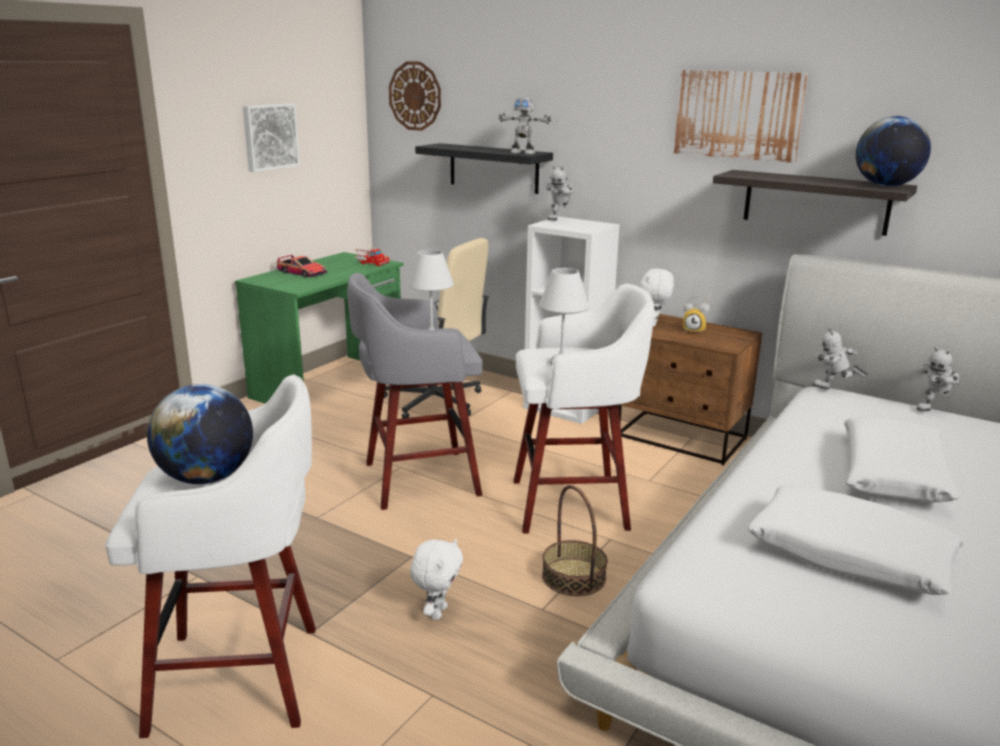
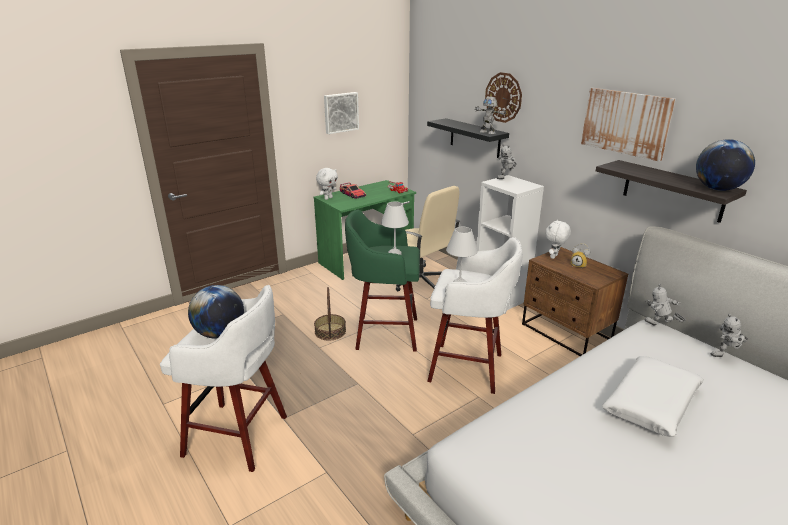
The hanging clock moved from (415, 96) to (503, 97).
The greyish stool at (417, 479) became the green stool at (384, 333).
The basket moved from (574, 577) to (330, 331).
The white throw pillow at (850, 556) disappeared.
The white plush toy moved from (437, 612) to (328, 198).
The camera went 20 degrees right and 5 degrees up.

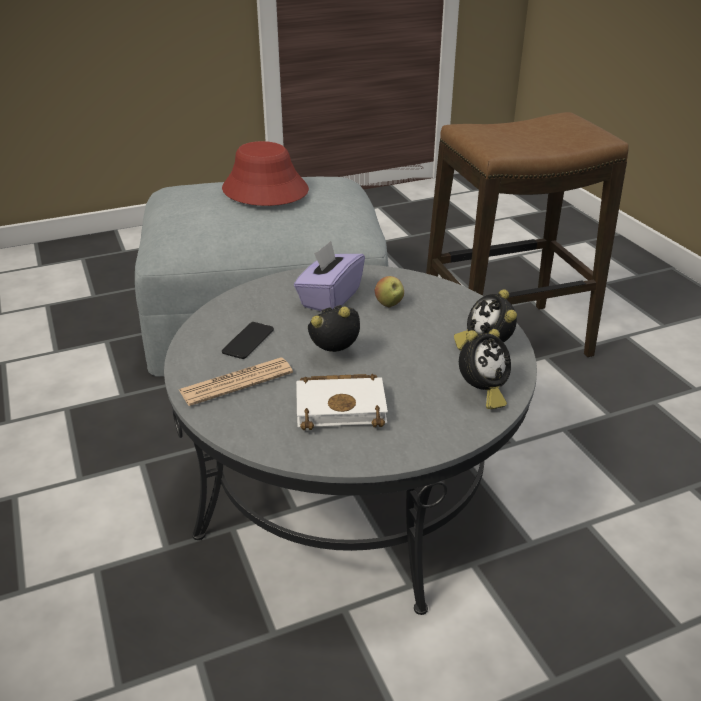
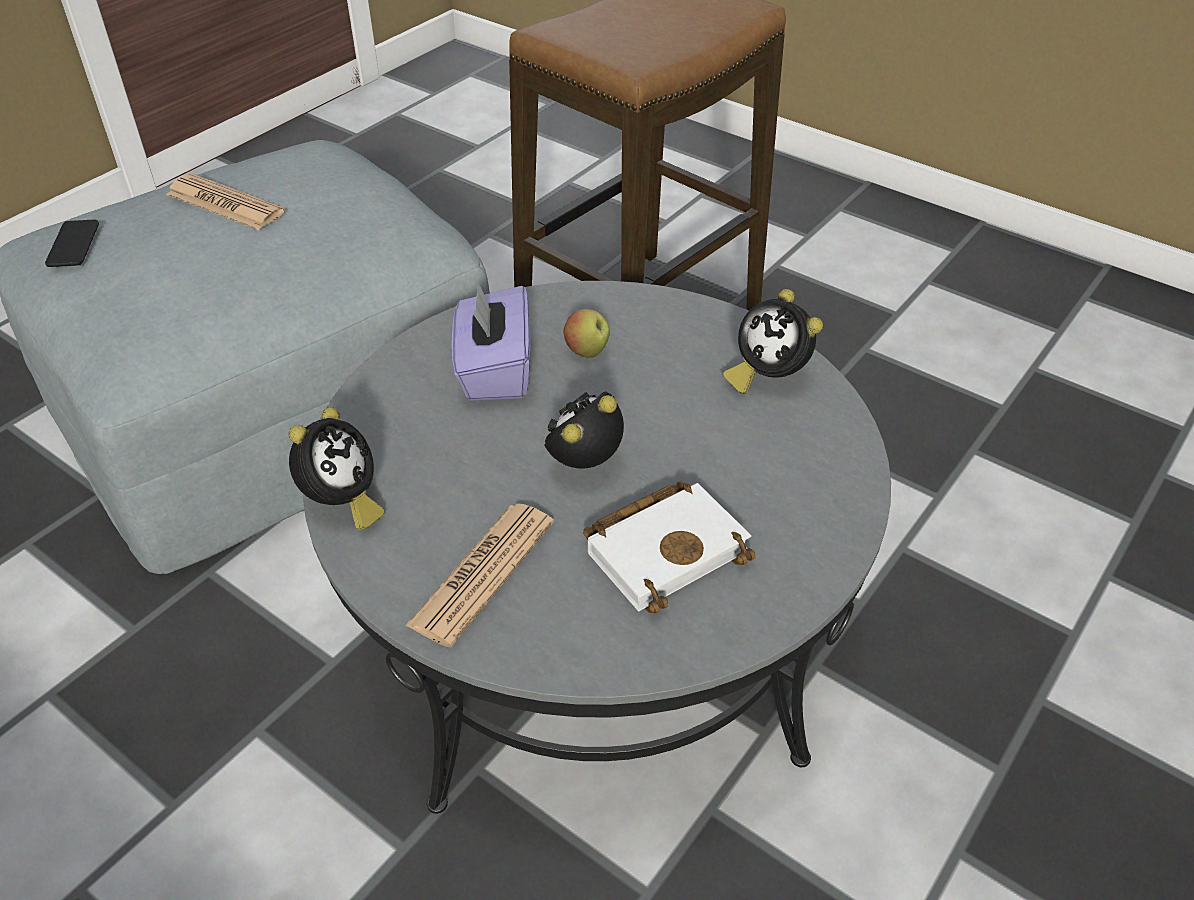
The reddish clothing hat at (264, 190) was replaced by the printed paper at (225, 203).
The phone moved from (248, 341) to (73, 244).
The table clock moved from (481, 393) to (342, 504).
The camera went 30 degrees left and 10 degrees up.

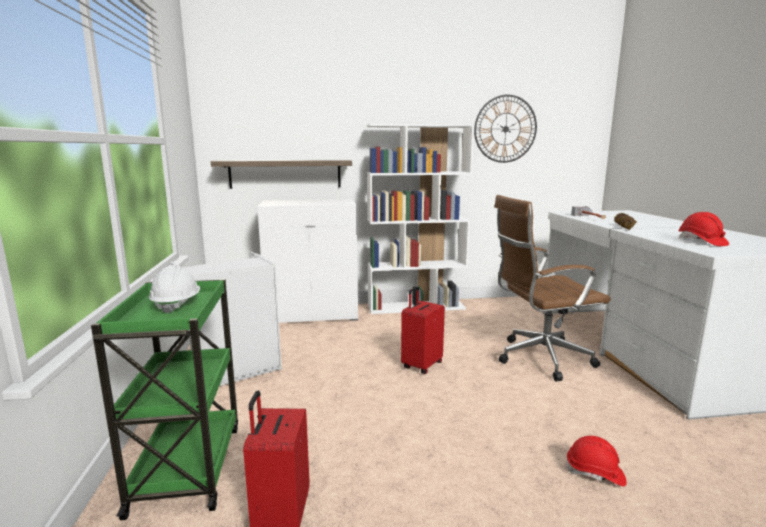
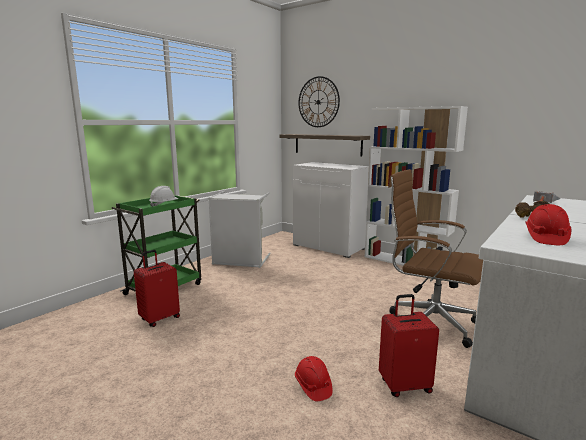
The hanging clock moved from (505, 129) to (318, 102).
The reddish piece of luggage moved from (421, 365) to (404, 385).
The camera went 45 degrees right and 0 degrees up.

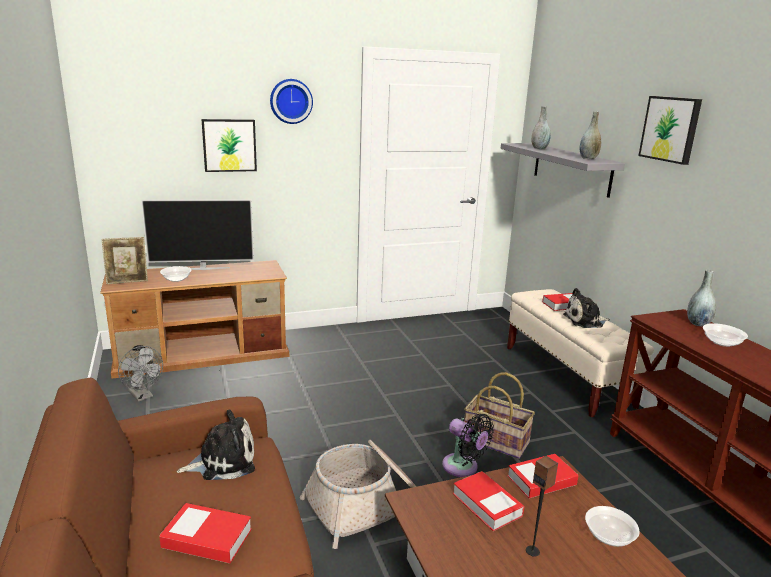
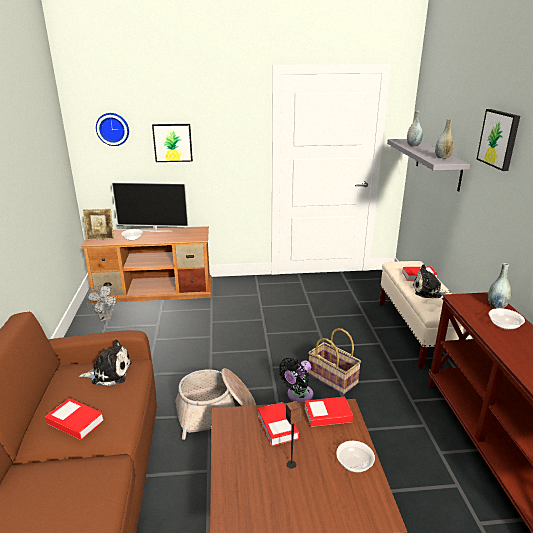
The hanging clock moved from (290, 101) to (113, 129).
The black cooling fan at (463, 467) turned 75 degrees clockwise.
The camera went 15 degrees right and 5 degrees up.

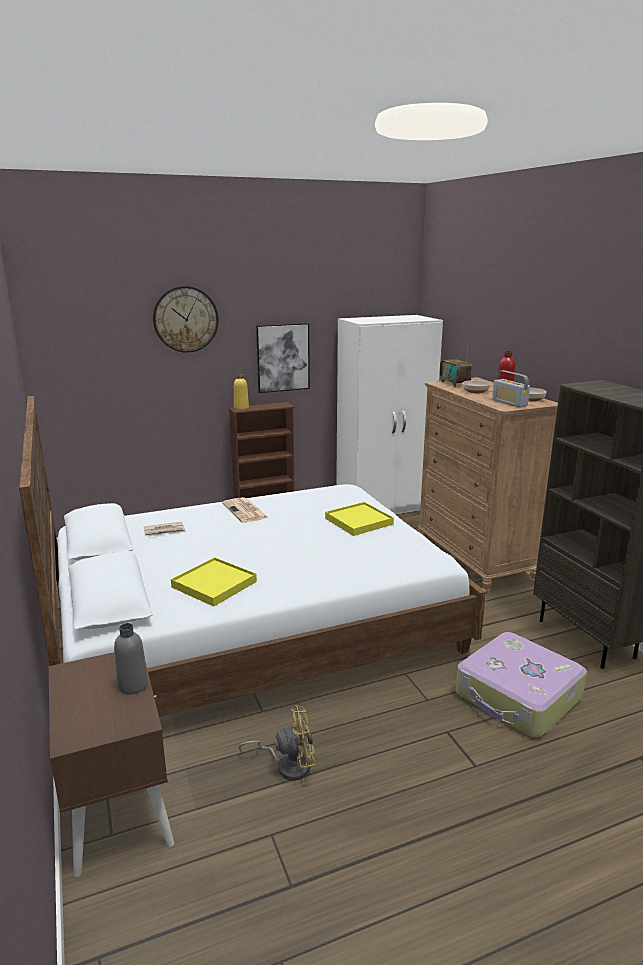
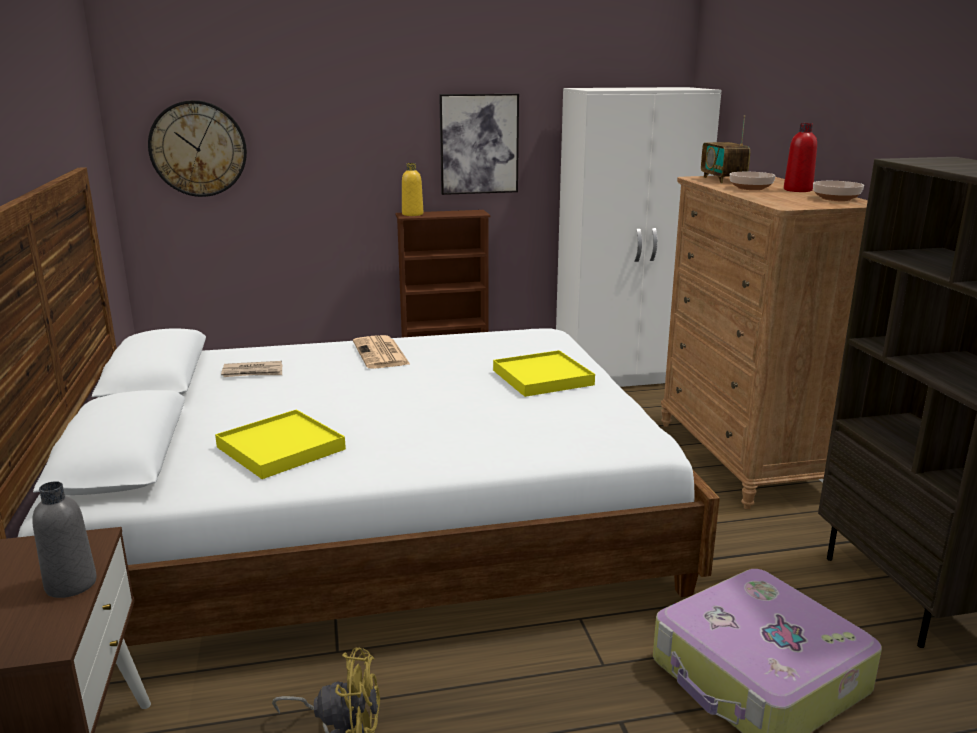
The hanging clock moved from (185, 319) to (198, 149).
The radio set at (509, 403) disappeared.
The camera went 10 degrees right and 0 degrees up.

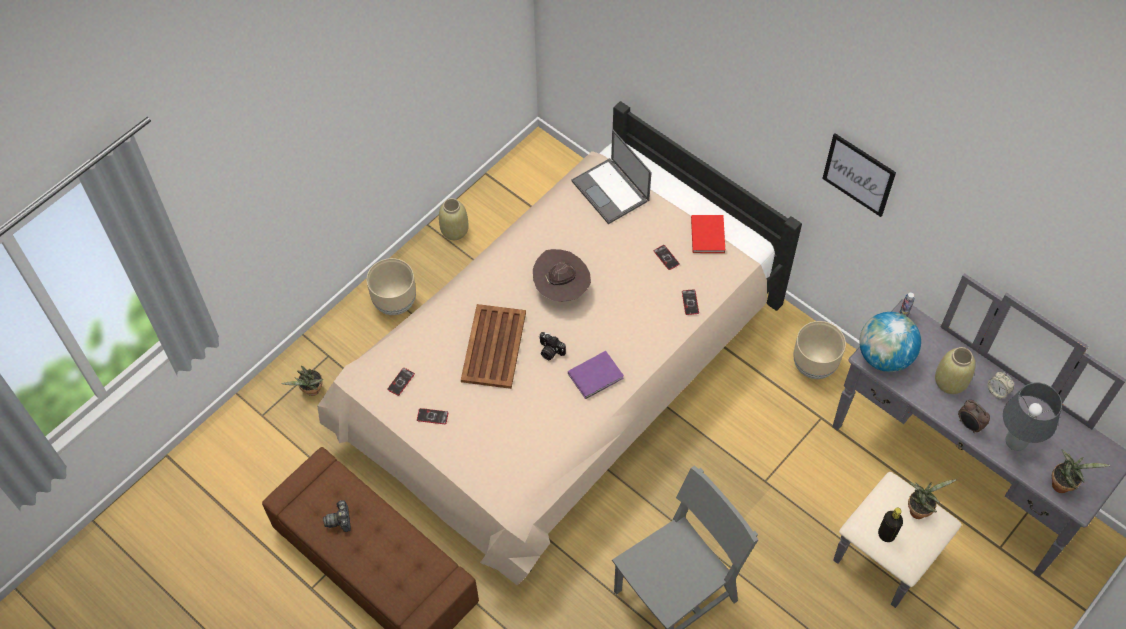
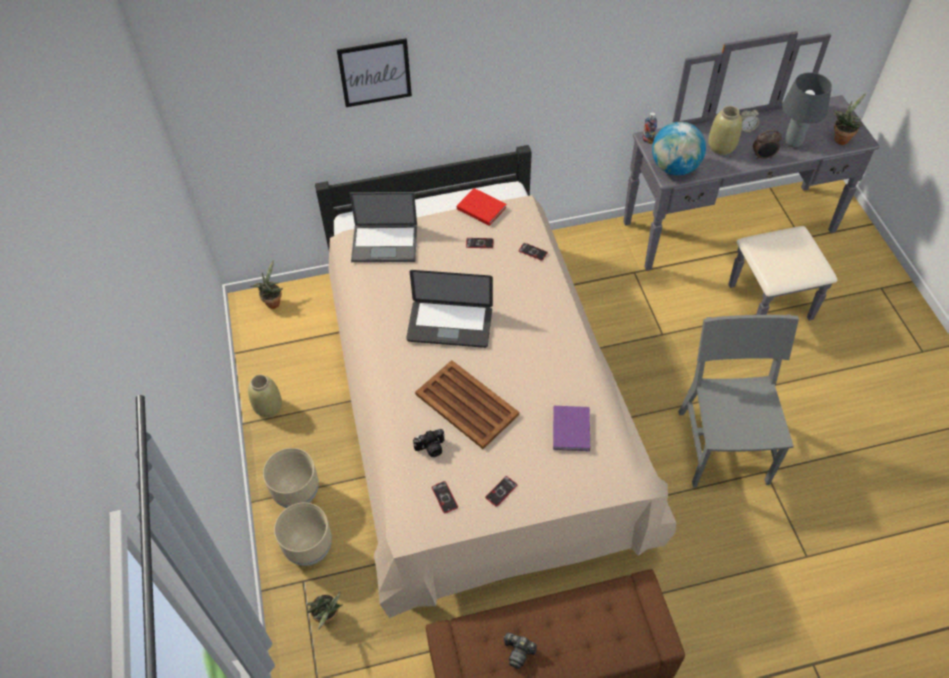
The wall art moved from (858, 174) to (375, 72).
The brown-coloured clothing hat at (562, 288) was replaced by the notebook computer at (449, 325).
The sand-coloured flower pot moved from (813, 365) to (309, 549).
The photo camera moved from (550, 351) to (431, 448).
The purple bound book moved from (597, 376) to (572, 428).
The potted plant moved from (919, 509) to (273, 301).
The black bottle at (886, 534) disappeared.
The camera went 55 degrees left and 5 degrees down.

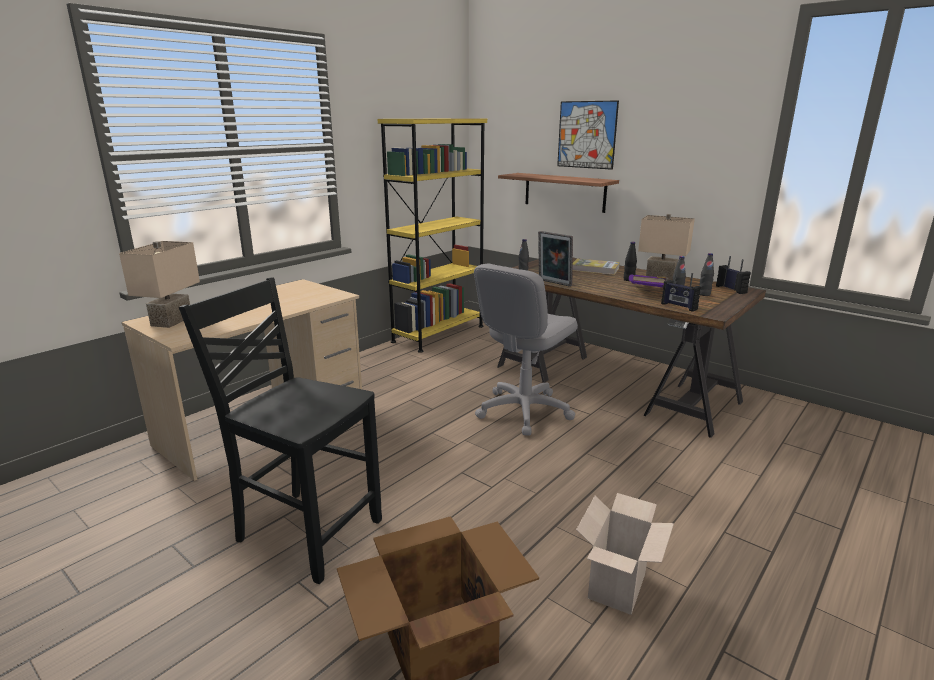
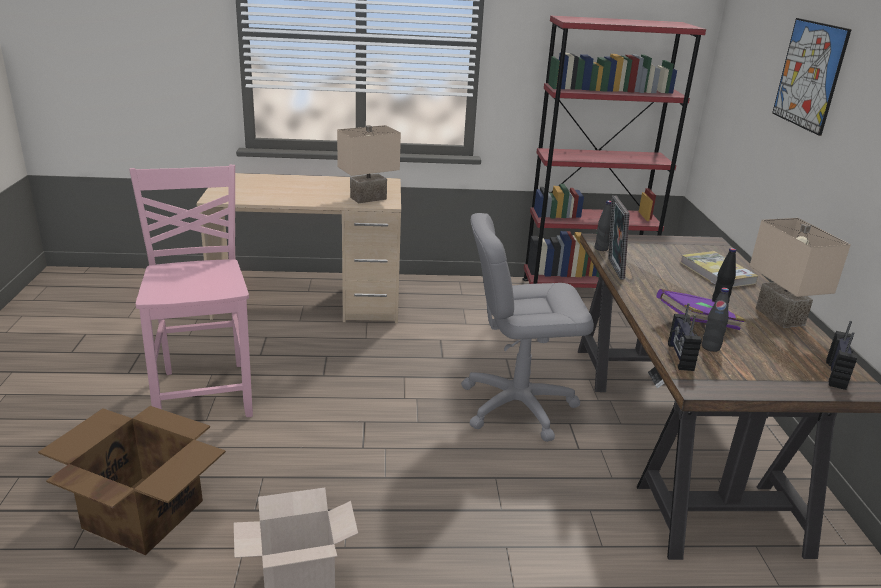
The yellowish bookcase at (438, 334) became the reddish bookcase at (584, 291).
The bracket shelf at (564, 192) disappeared.
The sand-coloured table lamp moved from (173, 321) to (368, 199).
The black bottle at (704, 294) disappeared.
The black plain chair at (306, 531) became the pinkish plain chair at (205, 392).
The camera went 45 degrees right and 5 degrees up.

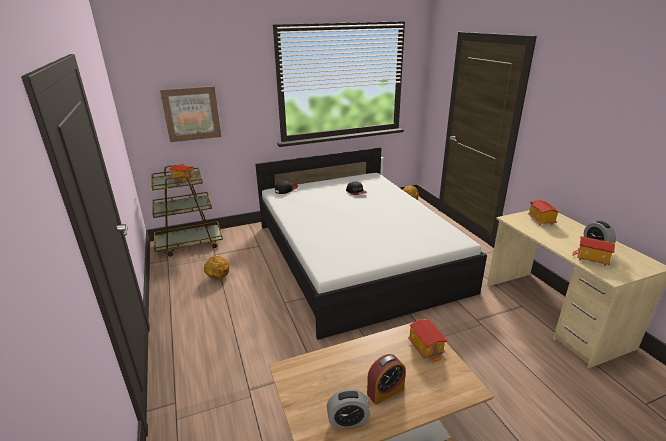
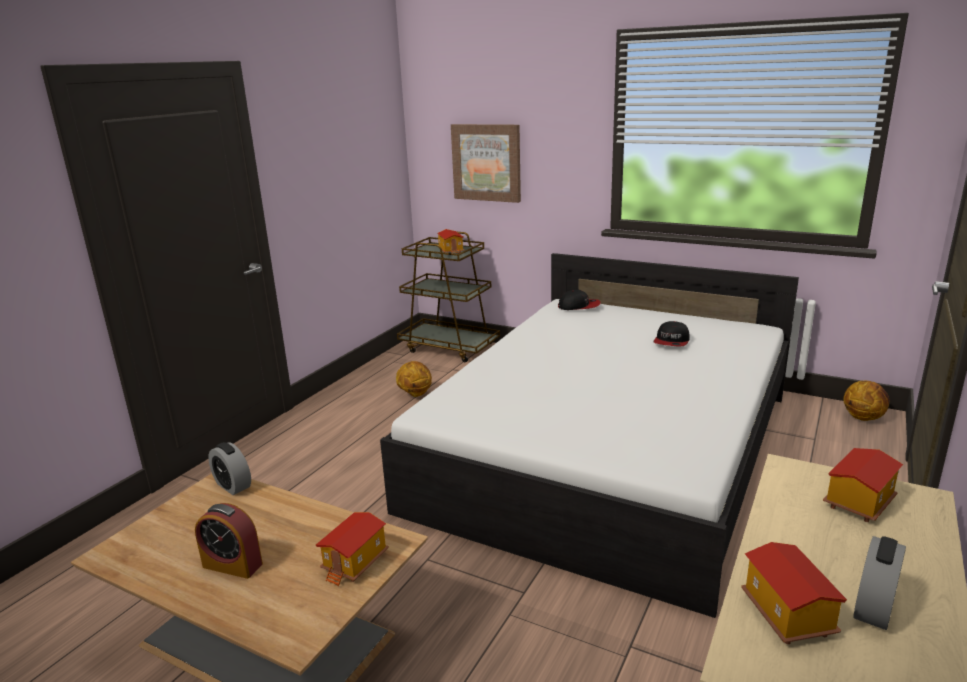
The table clock moved from (348, 420) to (233, 485).
The camera went 50 degrees right and 5 degrees down.

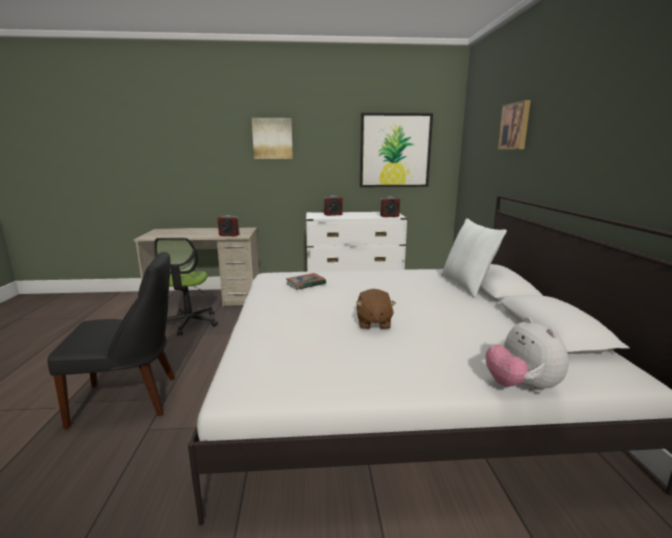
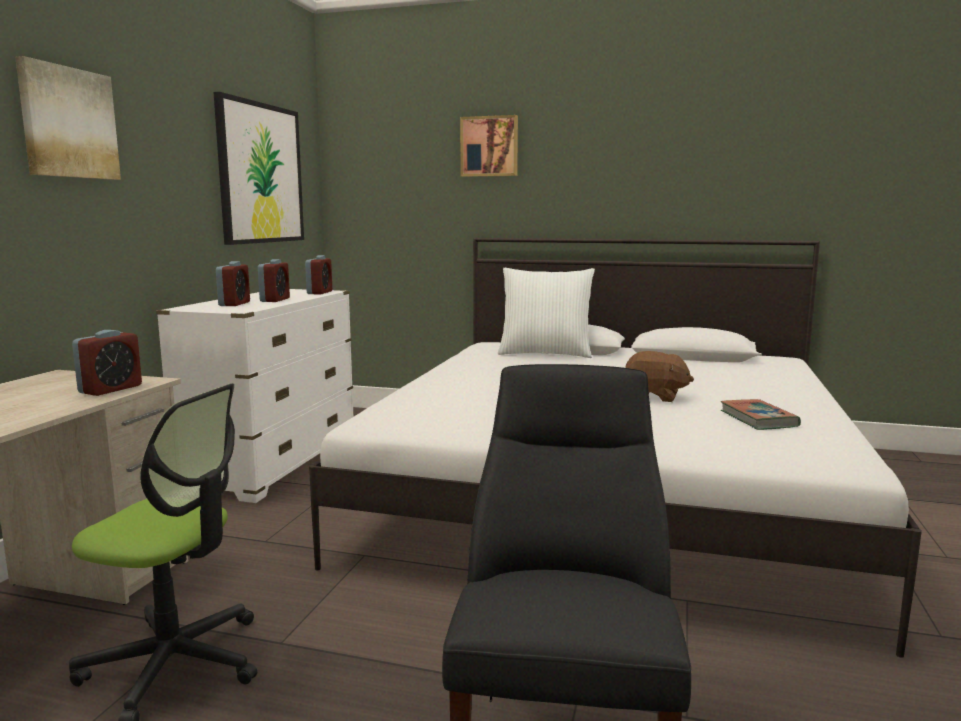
The bound book moved from (306, 284) to (758, 419).
The plush toy at (521, 387) disappeared.
The table clock at (275, 300) appeared.
The camera went 70 degrees left and 5 degrees down.

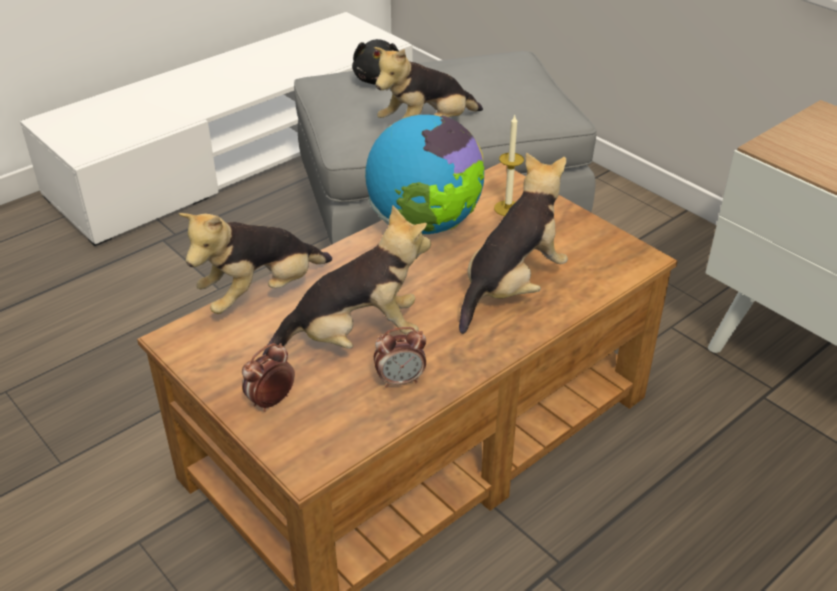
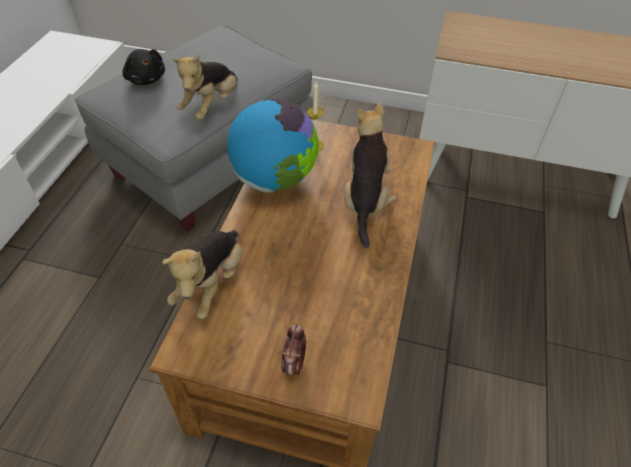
The plush toy at (355, 337) disappeared.
The table clock at (400, 380) disappeared.
The camera went 35 degrees left and 10 degrees up.

